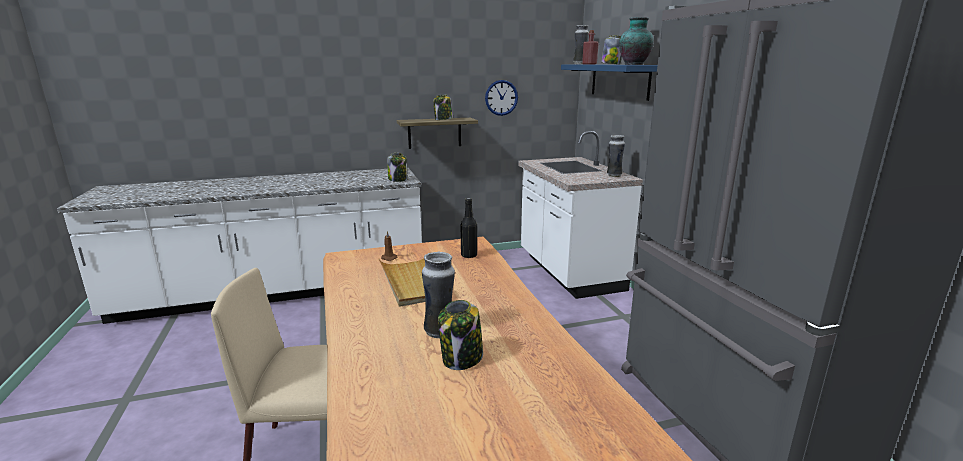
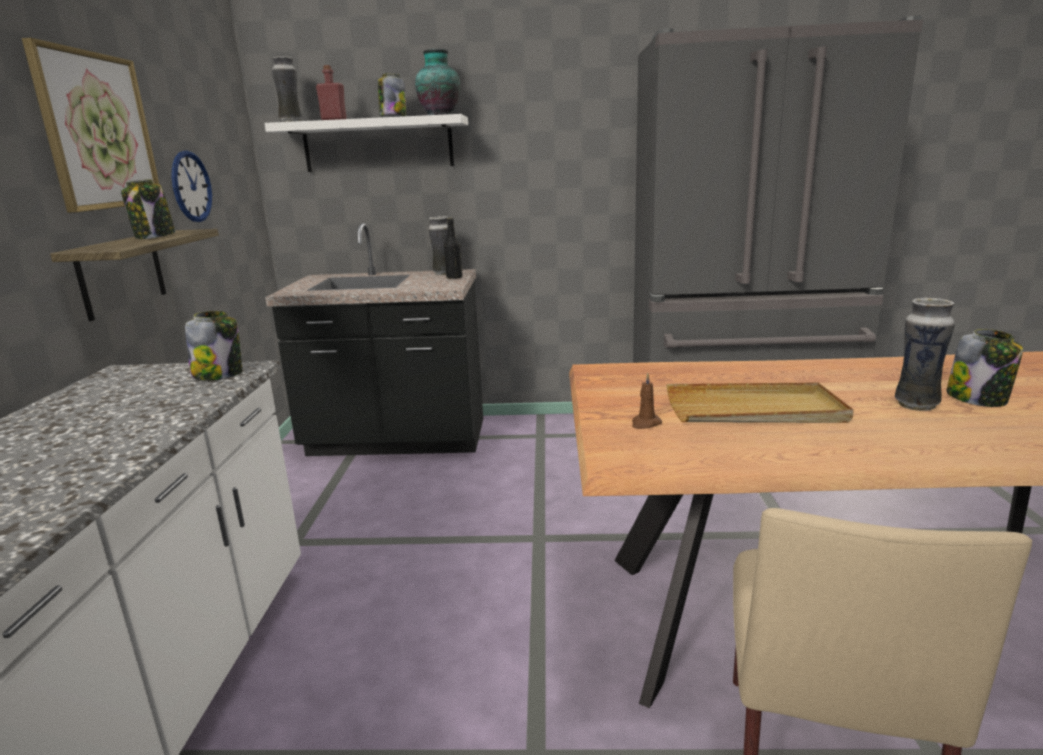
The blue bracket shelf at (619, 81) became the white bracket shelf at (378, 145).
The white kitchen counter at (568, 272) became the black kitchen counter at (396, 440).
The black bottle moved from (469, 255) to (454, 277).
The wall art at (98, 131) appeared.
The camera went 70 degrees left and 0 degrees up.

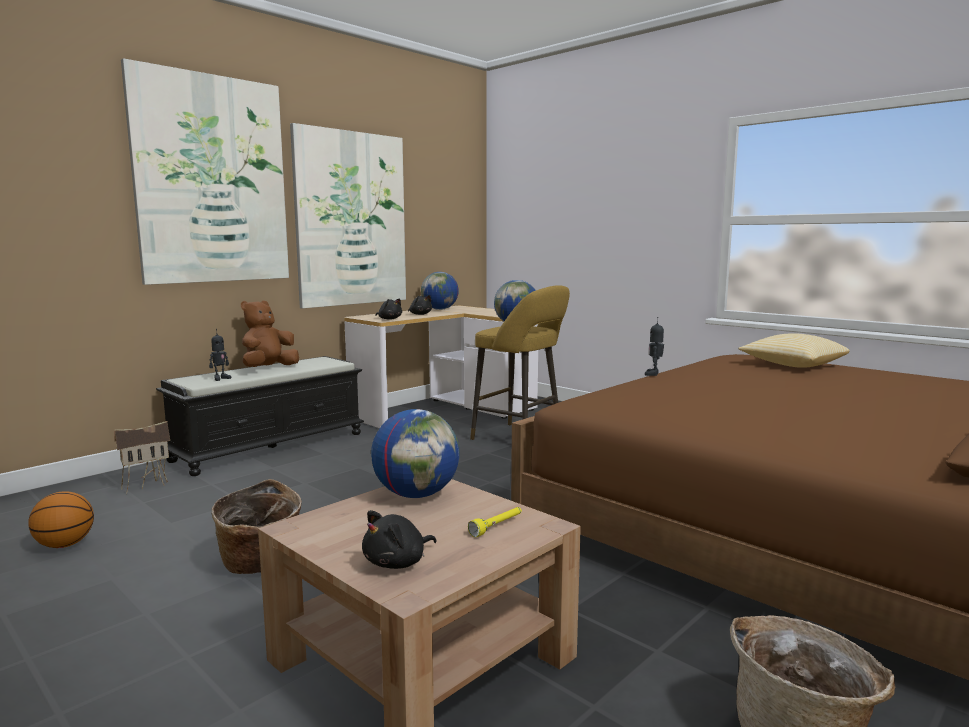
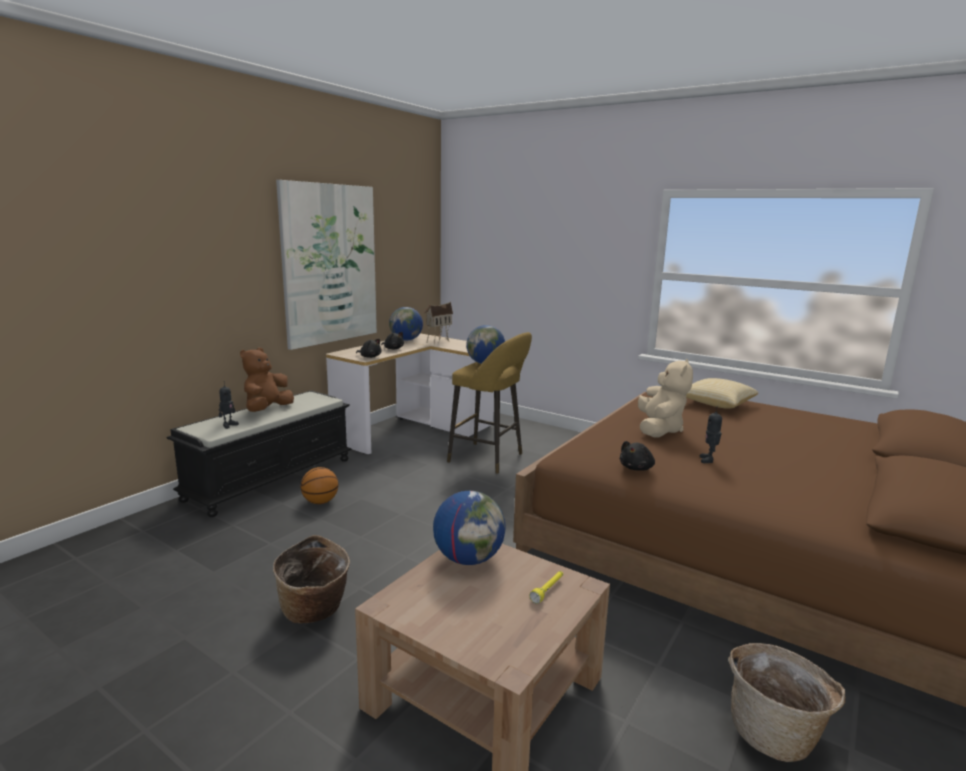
The wall art at (212, 180) disappeared.
The toy robot moved from (654, 374) to (708, 460).
The toy house moved from (146, 485) to (438, 341).
The basketball moved from (64, 545) to (320, 502).
The black plush toy moved from (398, 563) to (637, 468).
The sand-coloured plush toy at (659, 430) appeared.
The camera went 10 degrees left and 5 degrees up.

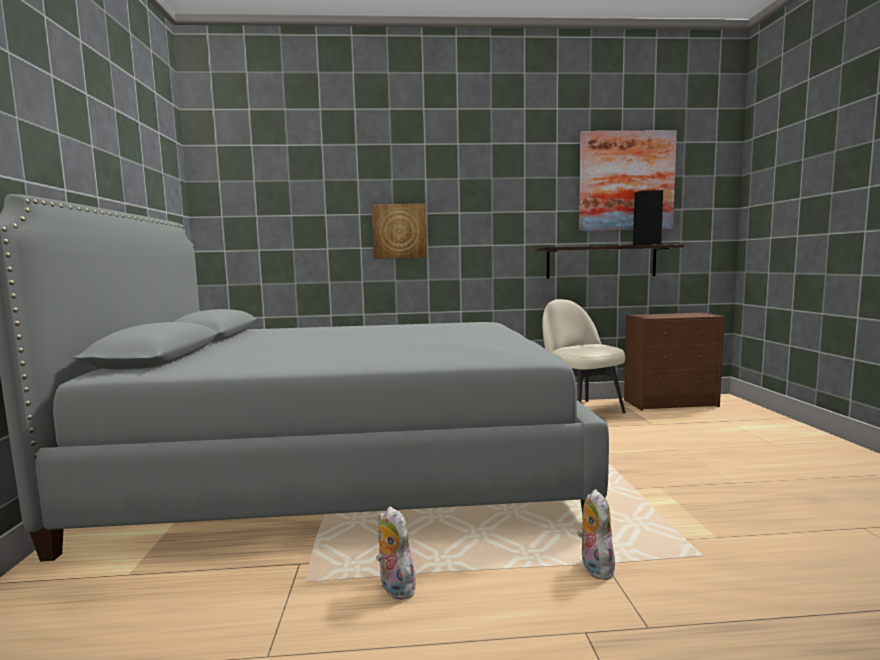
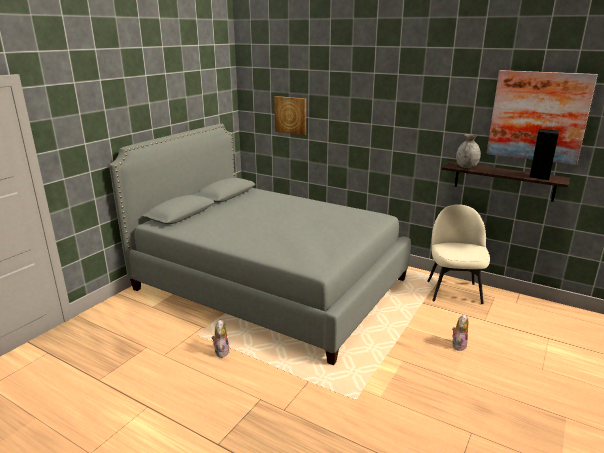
The wall art moved from (399, 231) to (291, 115).
The brown-coloured drawer chest at (671, 403) disappeared.
The plush toy moved from (594, 567) to (458, 344).
The greyish vase at (466, 167) appeared.
The camera went 35 degrees right and 15 degrees up.

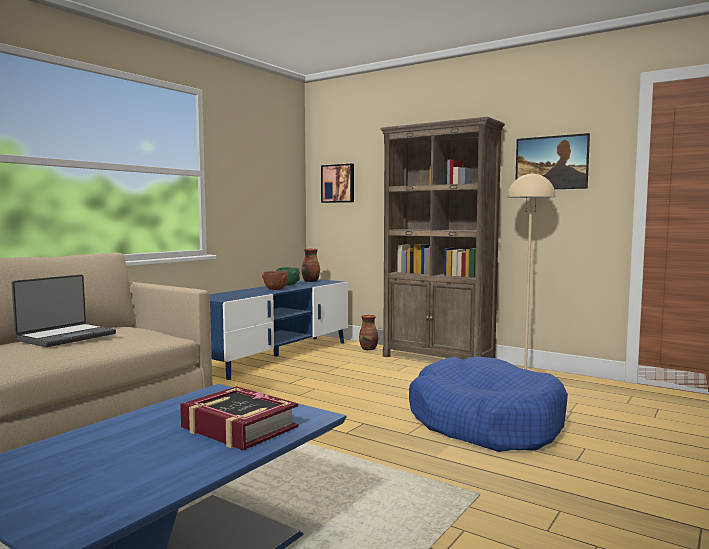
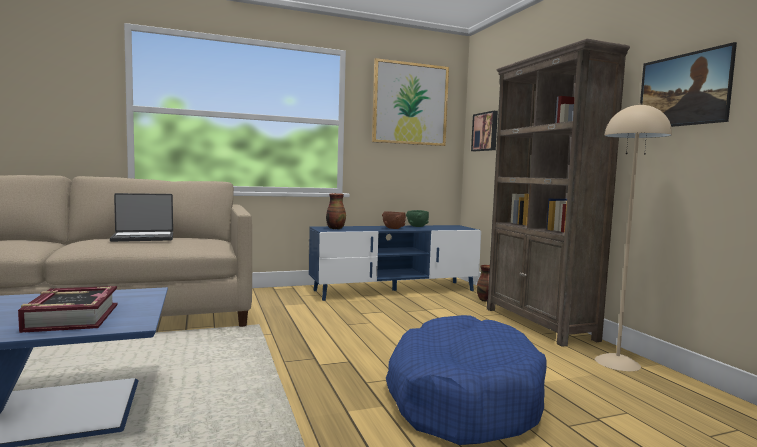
The vase moved from (310, 281) to (335, 228).
The wall art at (410, 104) appeared.
The camera went 35 degrees right and 0 degrees up.

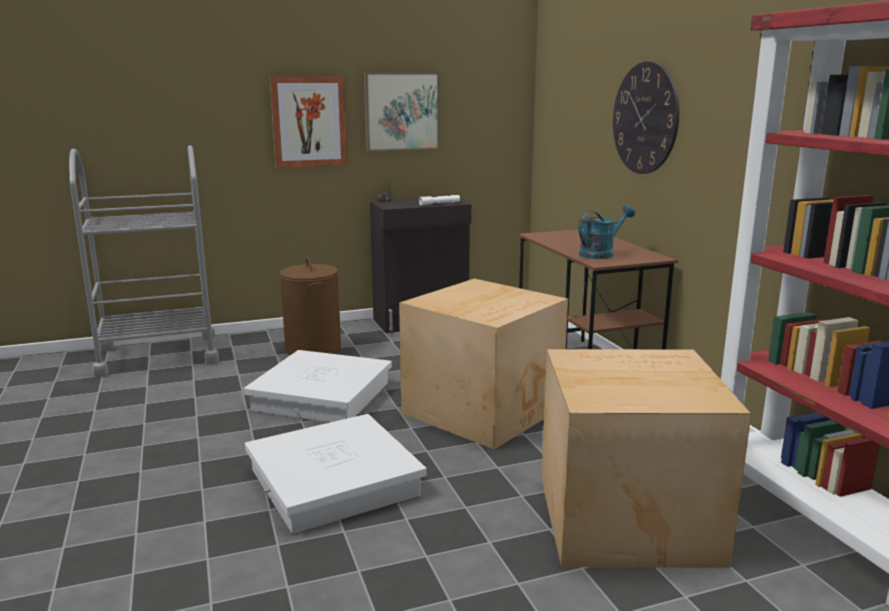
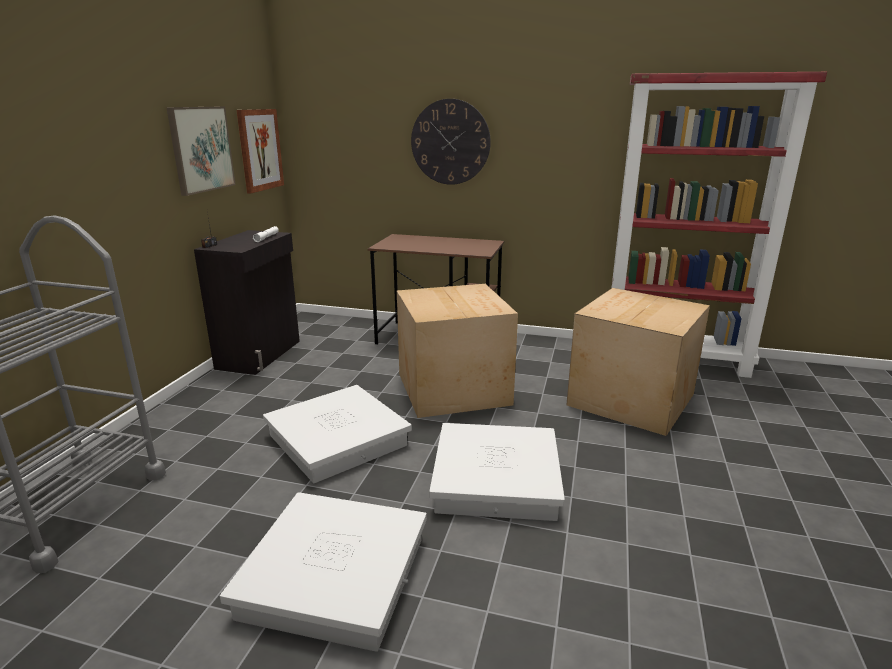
The wall art moved from (309, 122) to (260, 150).
The turquoise-coloured sprinkling can at (600, 254) disappeared.
The brown-coloured hamper at (313, 349) disappeared.
The white storage box at (335, 576) appeared.
The camera went 55 degrees left and 5 degrees up.

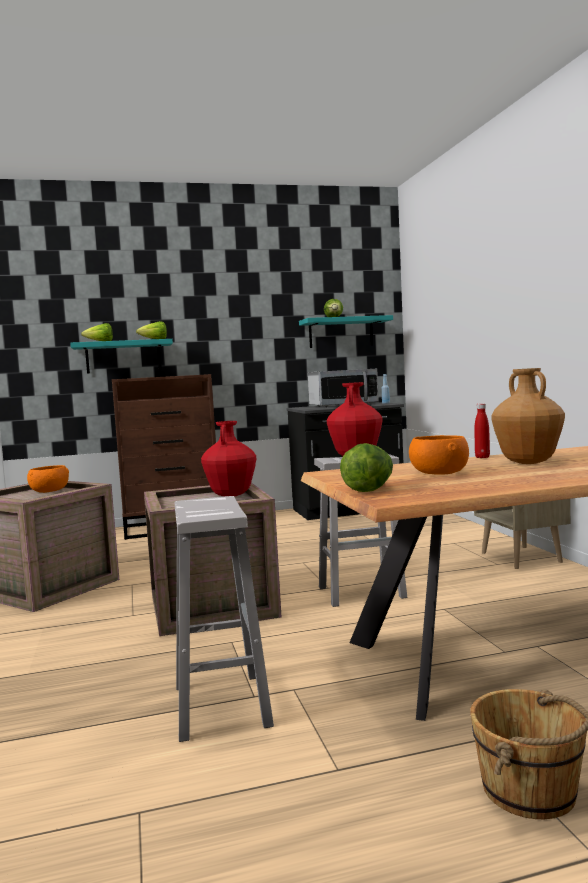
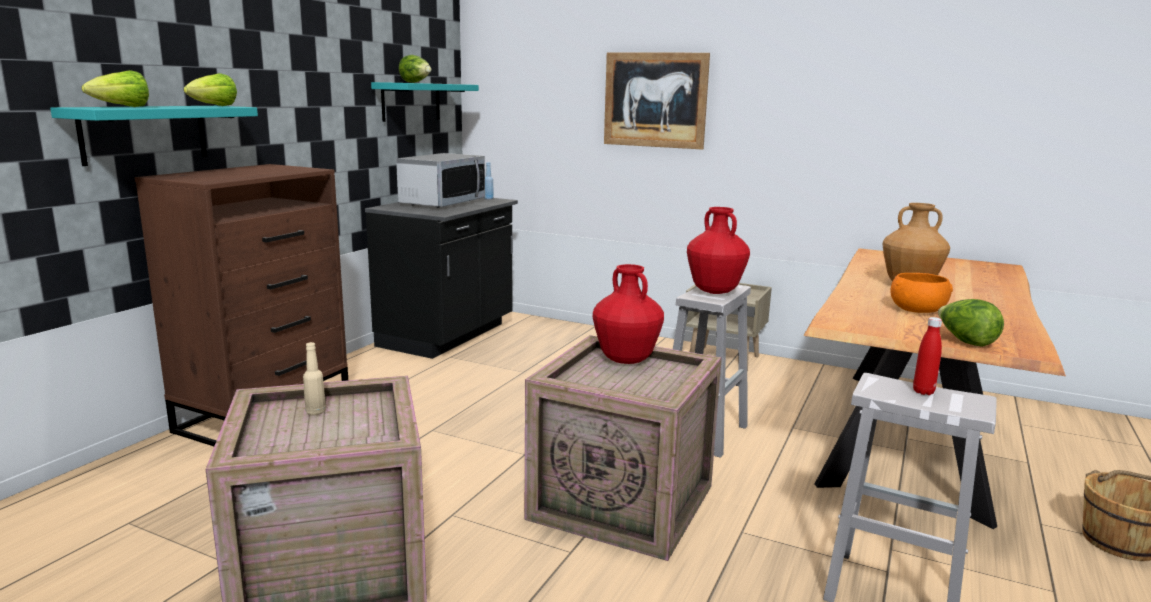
The reddish bottle moved from (482, 457) to (923, 392).
The orange deep dish at (50, 491) was replaced by the sand-coloured bottle at (316, 412).
The wall art at (655, 100) appeared.
The camera went 50 degrees left and 10 degrees up.

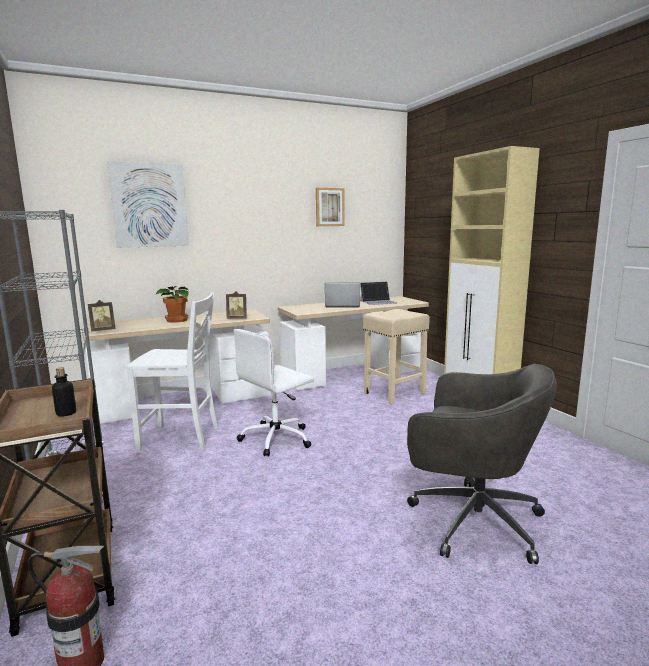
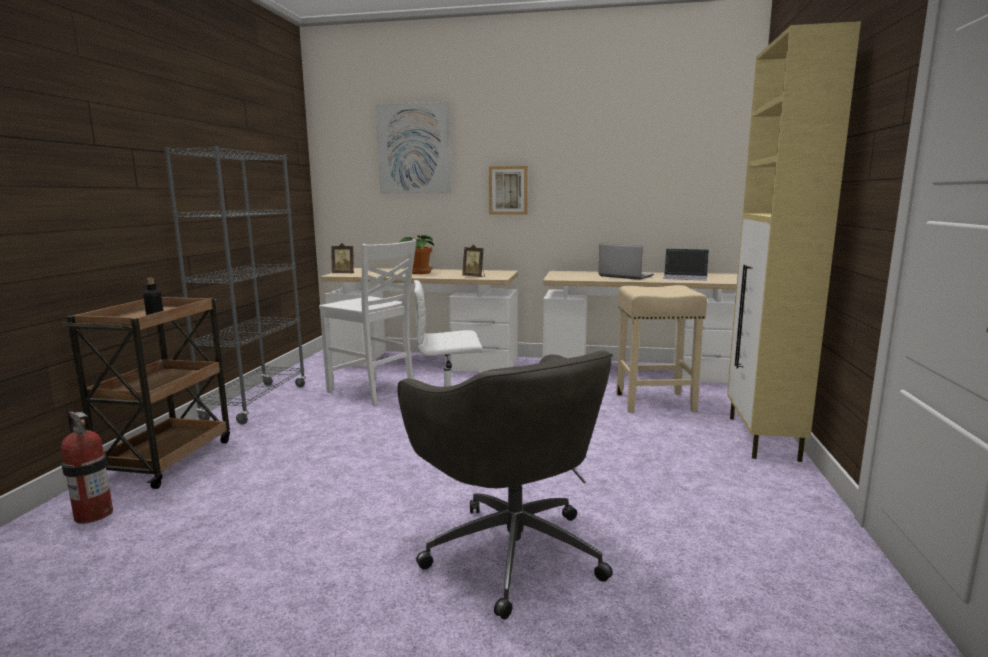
The wall art moved from (329, 207) to (508, 190).
The camera went 35 degrees right and 0 degrees up.

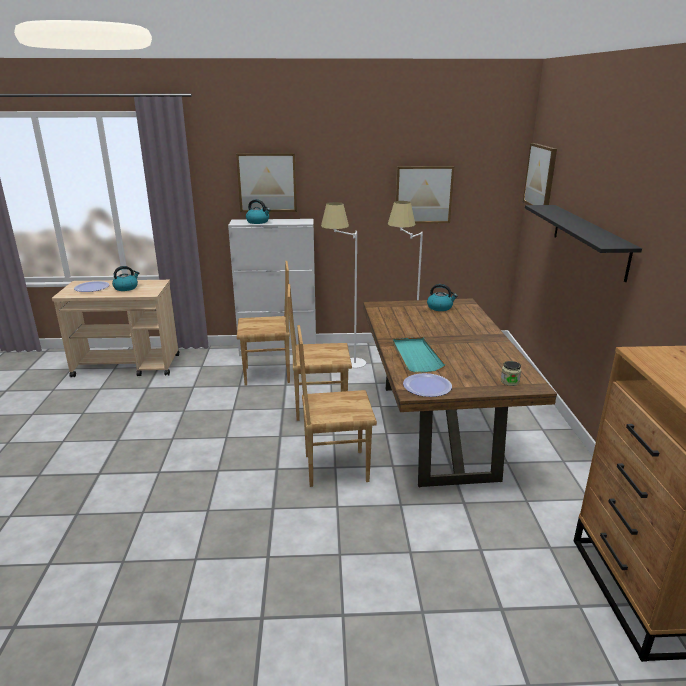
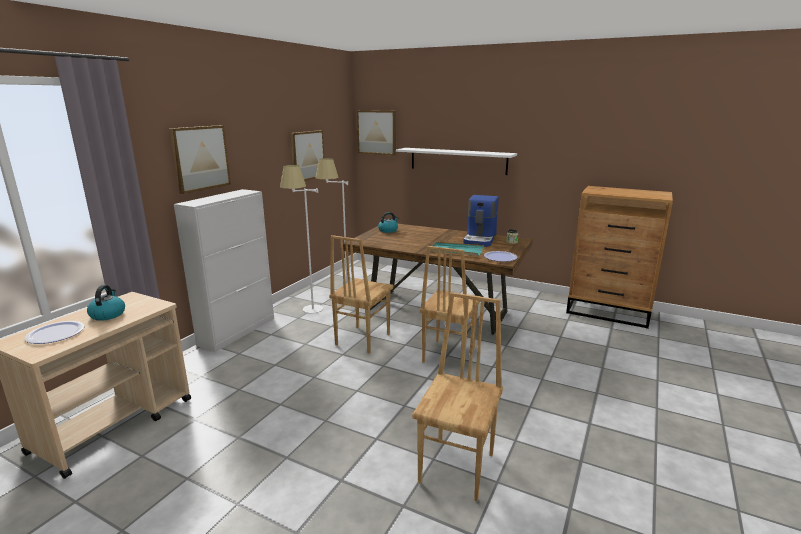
The tea kettle at (258, 222) disappeared.
The black bracket shelf at (589, 240) became the white bracket shelf at (458, 161).
The brown-coloured plain chair moved from (267, 375) to (458, 468).
The coffee machine at (480, 239) appeared.
The camera went 60 degrees left and 5 degrees down.

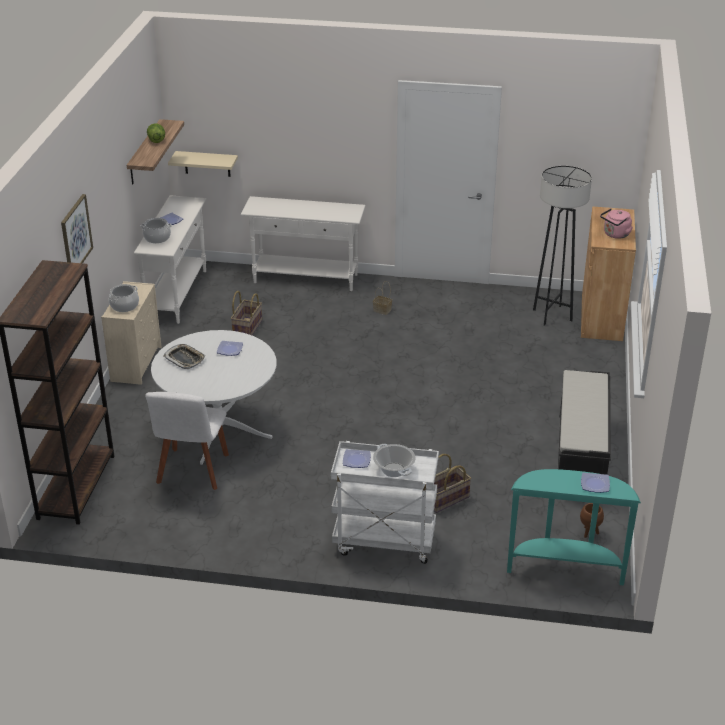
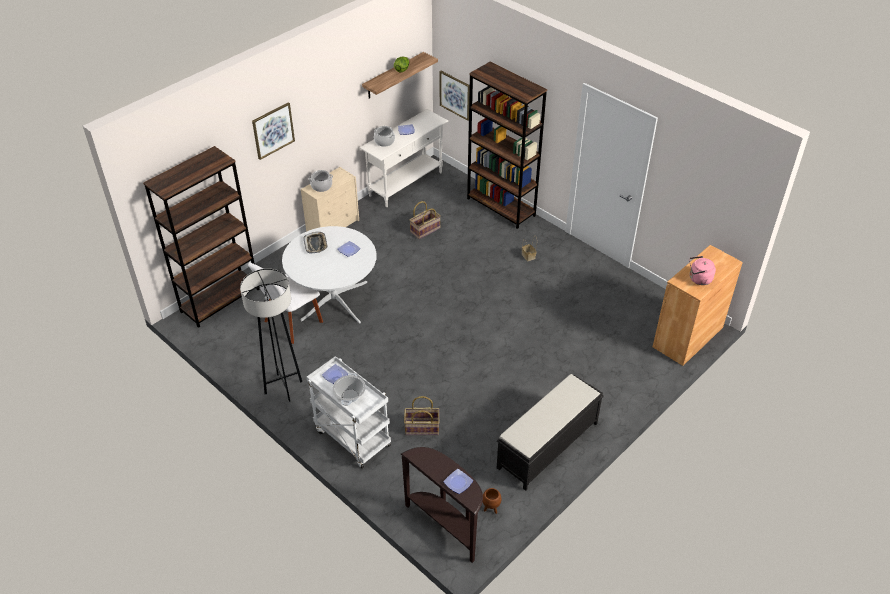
The sand-coloured bracket shelf at (207, 163) was replaced by the wall art at (455, 95).
The greyish standing lamp moved from (552, 315) to (283, 387).
The white console table at (306, 279) was replaced by the brown-coloured bookcase at (501, 207).
The turquoise-coloured console table at (565, 568) became the brown-coloured console table at (446, 525).
The camera went 35 degrees right and 10 degrees up.

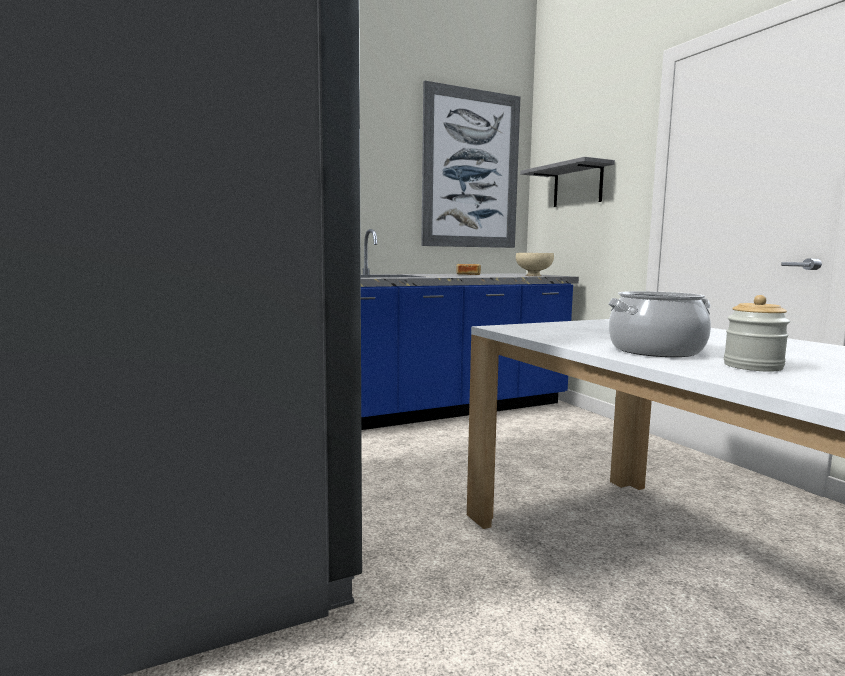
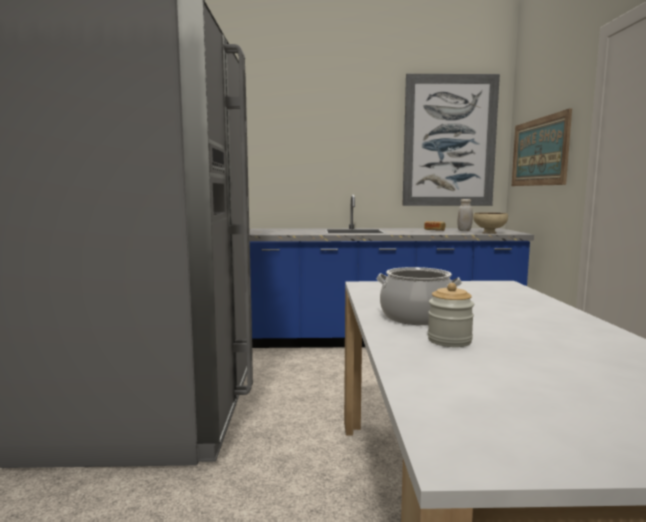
The greyish bracket shelf at (577, 185) was replaced by the wall art at (539, 152).
The white jar at (464, 231) appeared.
The camera went 25 degrees right and 0 degrees up.

